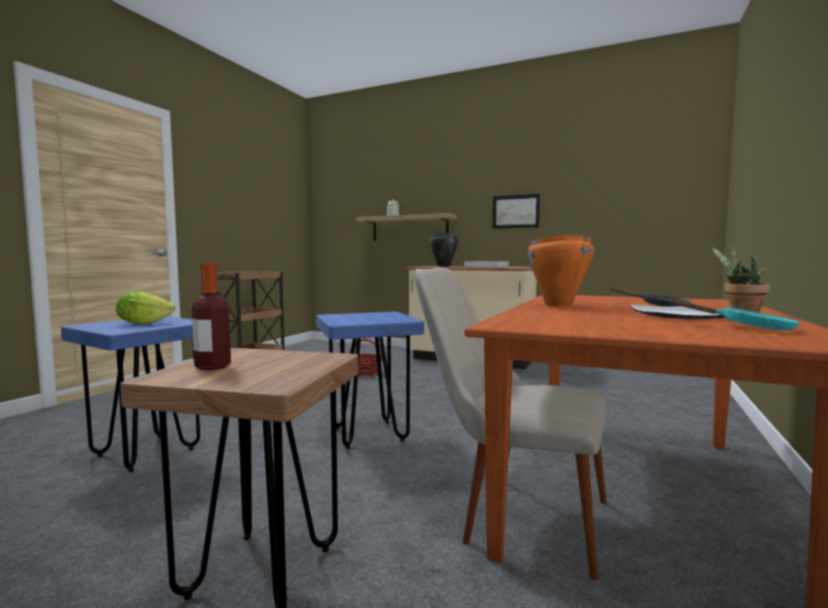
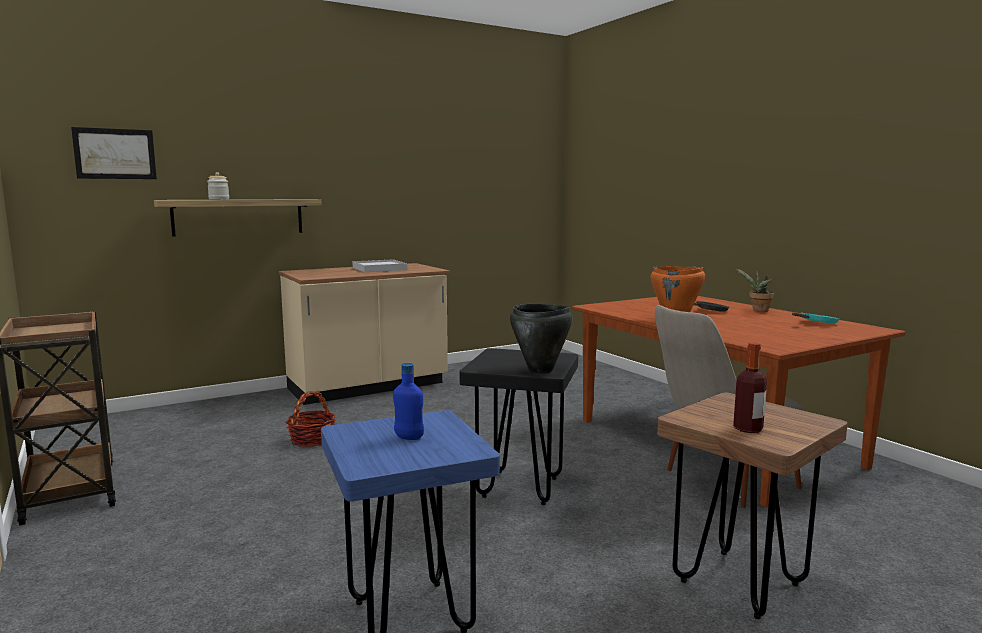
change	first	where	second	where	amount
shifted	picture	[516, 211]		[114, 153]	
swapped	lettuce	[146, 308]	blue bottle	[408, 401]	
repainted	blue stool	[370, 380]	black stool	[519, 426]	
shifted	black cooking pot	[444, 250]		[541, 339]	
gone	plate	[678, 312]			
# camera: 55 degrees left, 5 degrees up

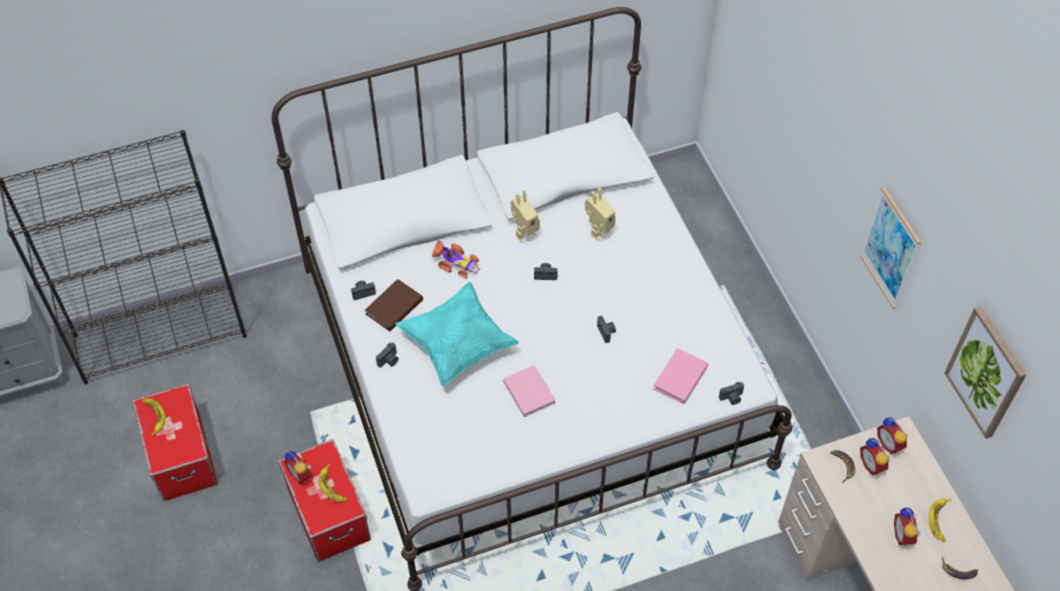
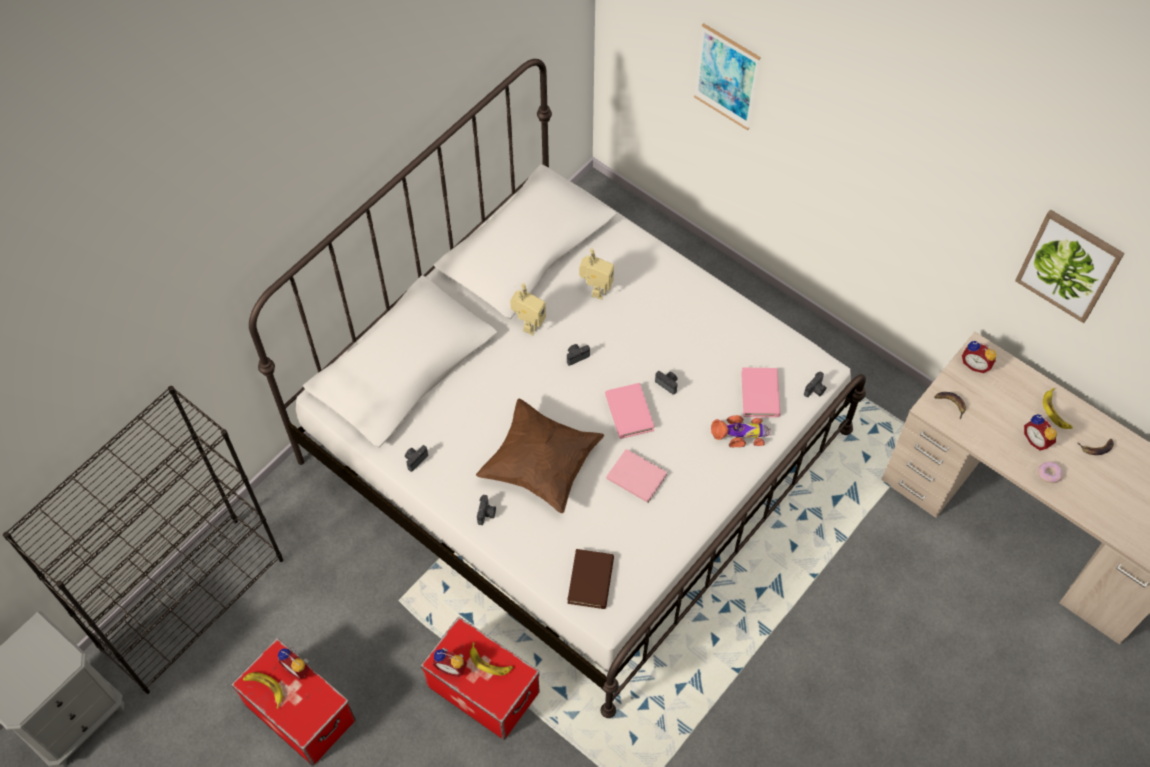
change	first	where	second	where	amount
shifted	alarm clock	[875, 456]		[293, 664]	
repainted	turquoise pillow	[457, 334]	brown pillow	[540, 455]	
shifted	brown book	[394, 305]		[590, 579]	
new			pink book	[630, 411]	
shifted	picture	[890, 248]		[727, 76]	
shifted	toy car	[456, 259]		[741, 431]	
new			donut	[1050, 472]	
# camera: 30 degrees left, 5 degrees up

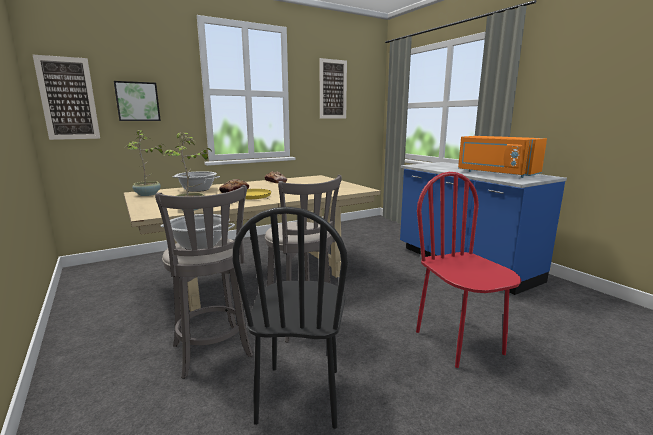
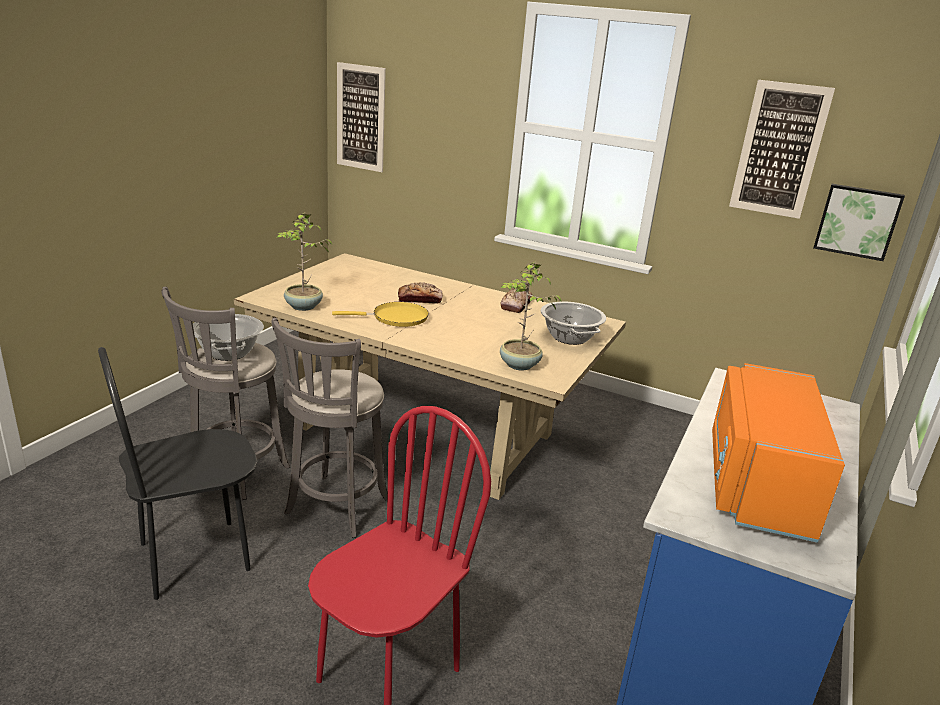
change	first	where	second	where	amount
shifted	potted plant	[145, 163]		[530, 316]	
shifted	cooking pot	[196, 181]		[573, 323]	
shifted	picture	[137, 101]		[859, 222]	
# camera: 55 degrees right, 10 degrees up

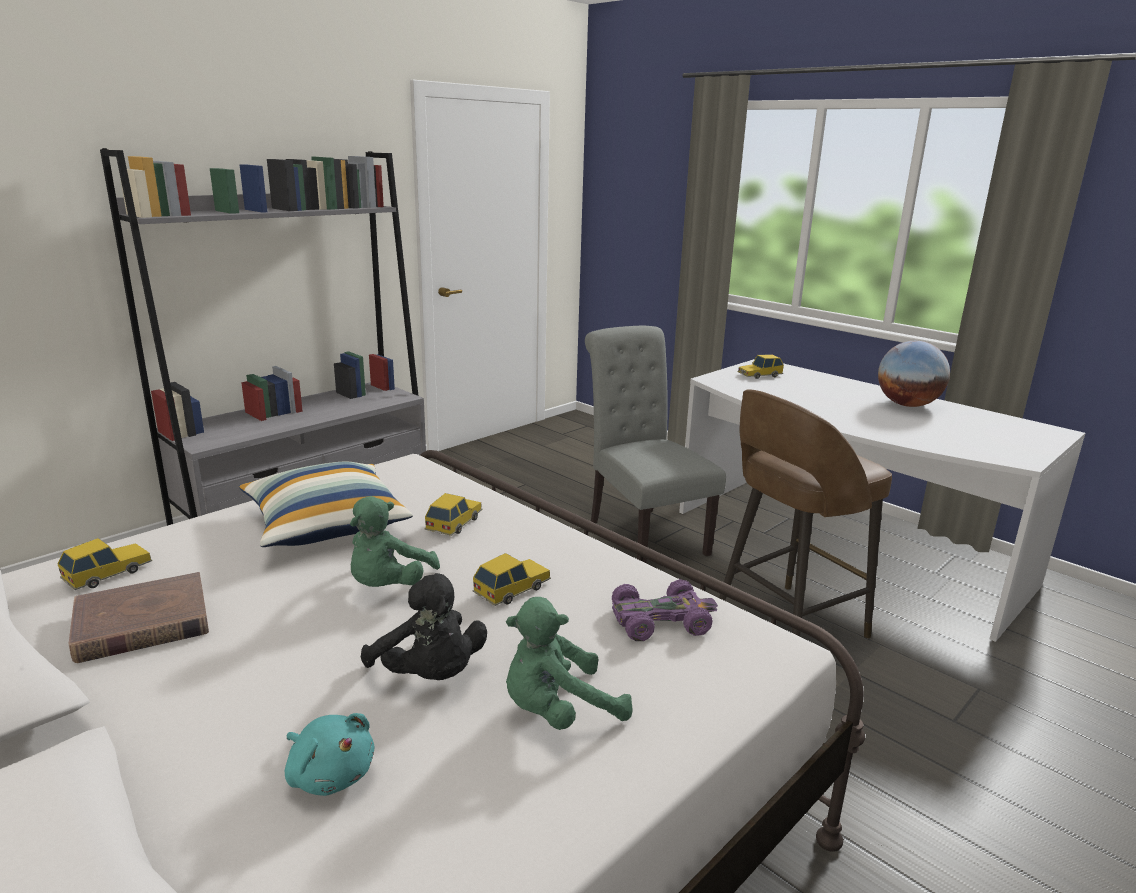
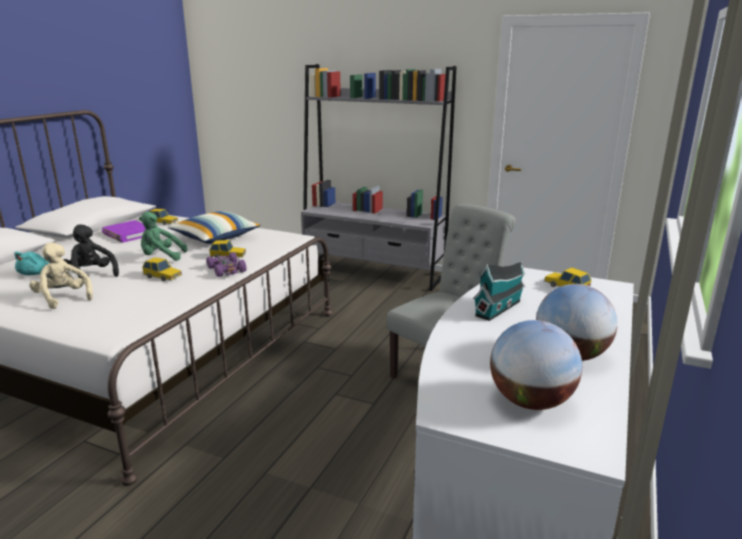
change	first	where	second	where	amount
repainted	green plush toy	[569, 663]	beige plush toy	[61, 275]	
rotated	black plush toy	[424, 626]		[91, 251]	105 degrees clockwise
repainted	brown book	[139, 617]	purple book	[124, 231]	
shifted	purple toy car	[665, 610]		[226, 264]	
new			toy house	[499, 291]	
new			globe	[536, 365]	
gone	brown stool	[805, 514]			
# camera: 70 degrees right, 0 degrees up

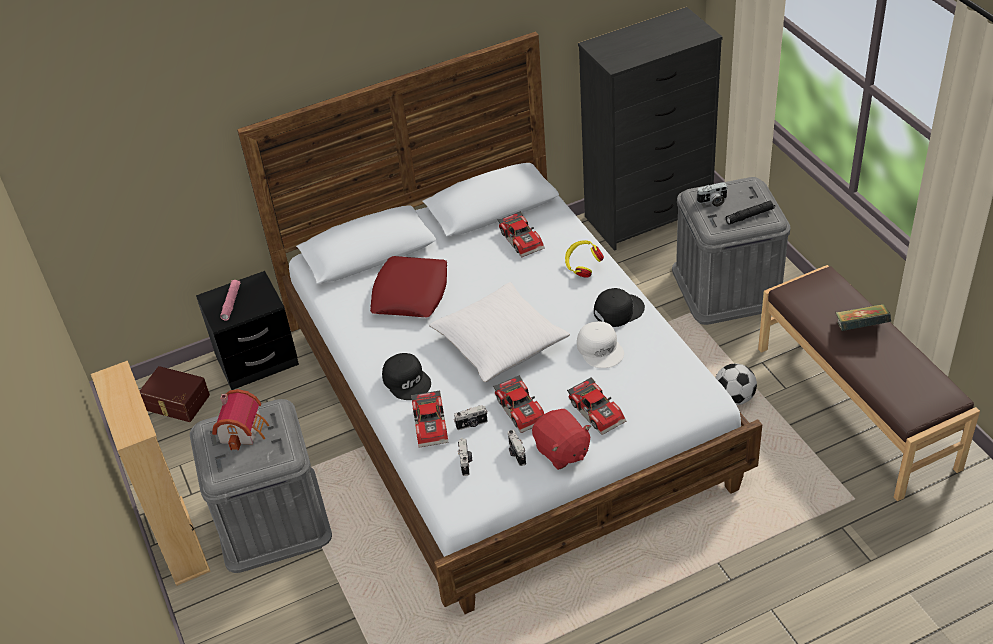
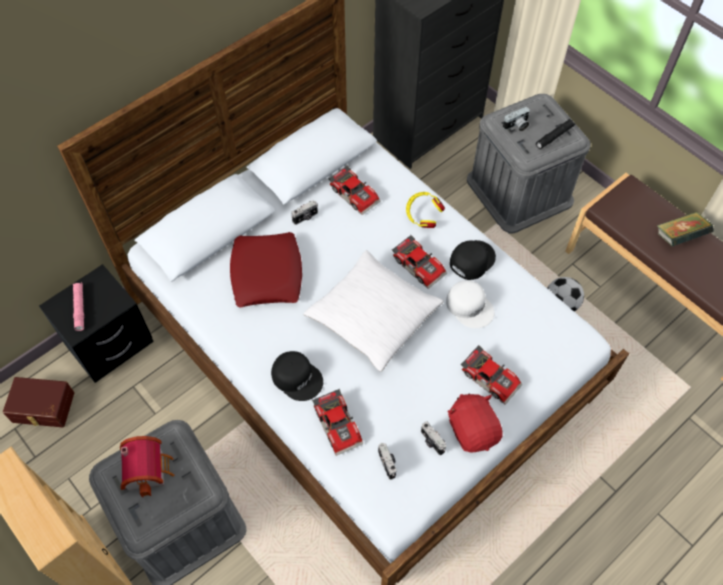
change	first	where	second	where	amount
shifted	photo camera	[470, 417]		[304, 212]	
shifted	toy car	[518, 404]		[419, 262]	
rotated	red plush toy	[561, 439]		[475, 423]	150 degrees counterclockwise
# camera: 20 degrees left, 15 degrees up

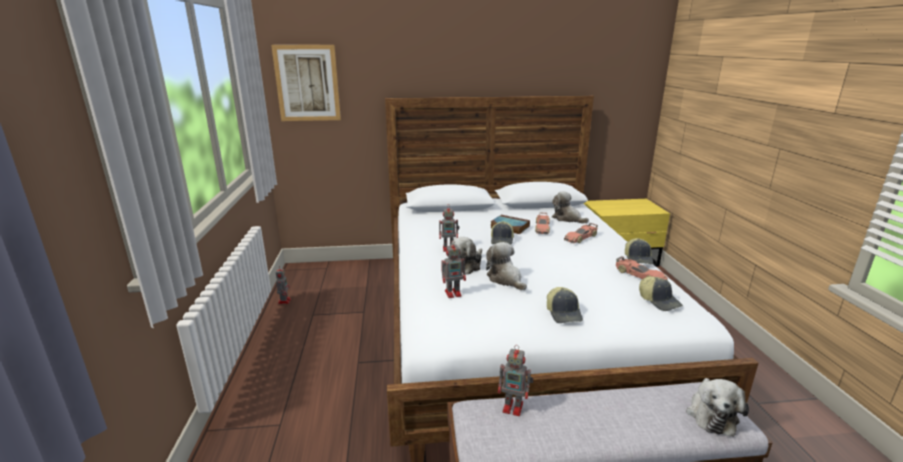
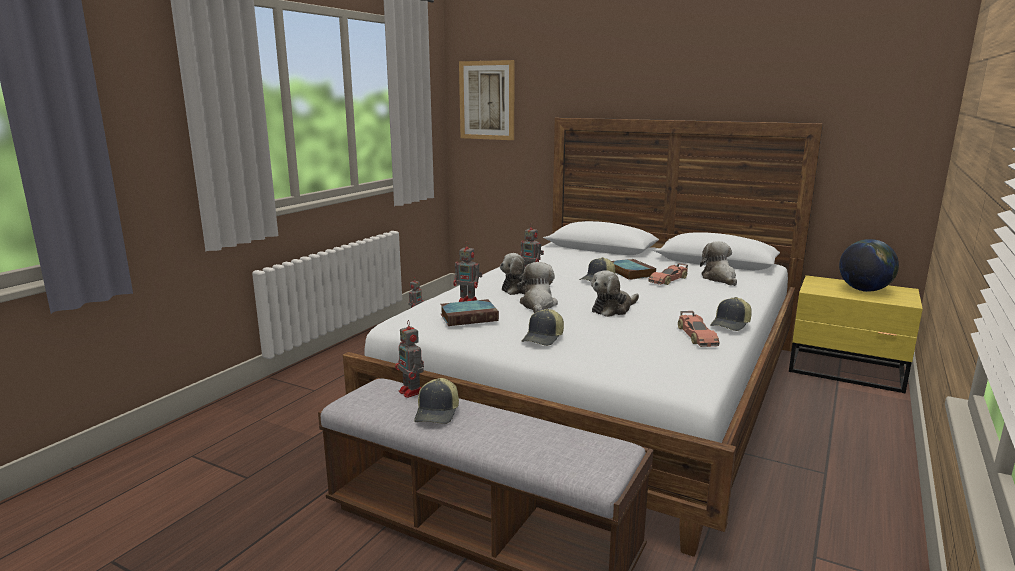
change	first	where	second	where	amount
shifted	cap	[661, 294]		[436, 401]	
new			book	[469, 312]	
shifted	plush toy	[717, 407]		[615, 293]	
new			globe	[869, 265]	
gone	toy car	[581, 233]			
# camera: 35 degrees right, 5 degrees down

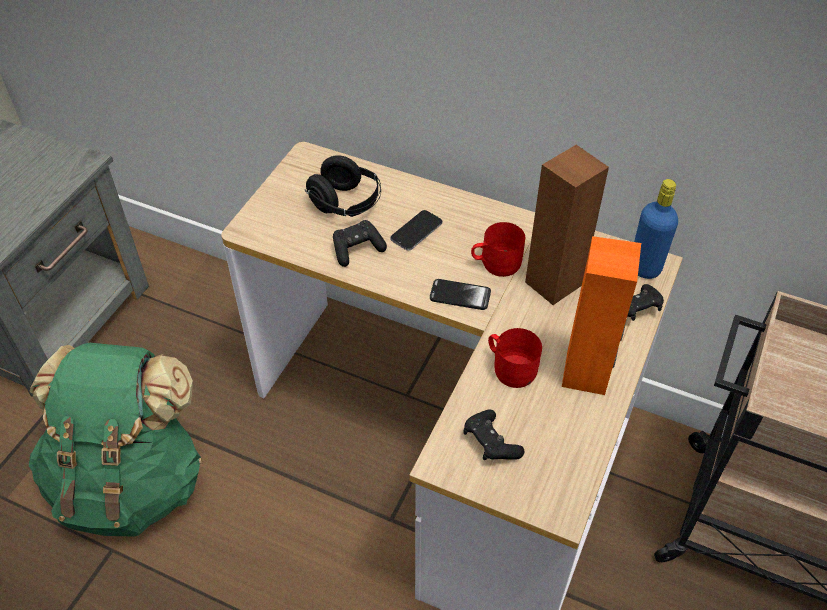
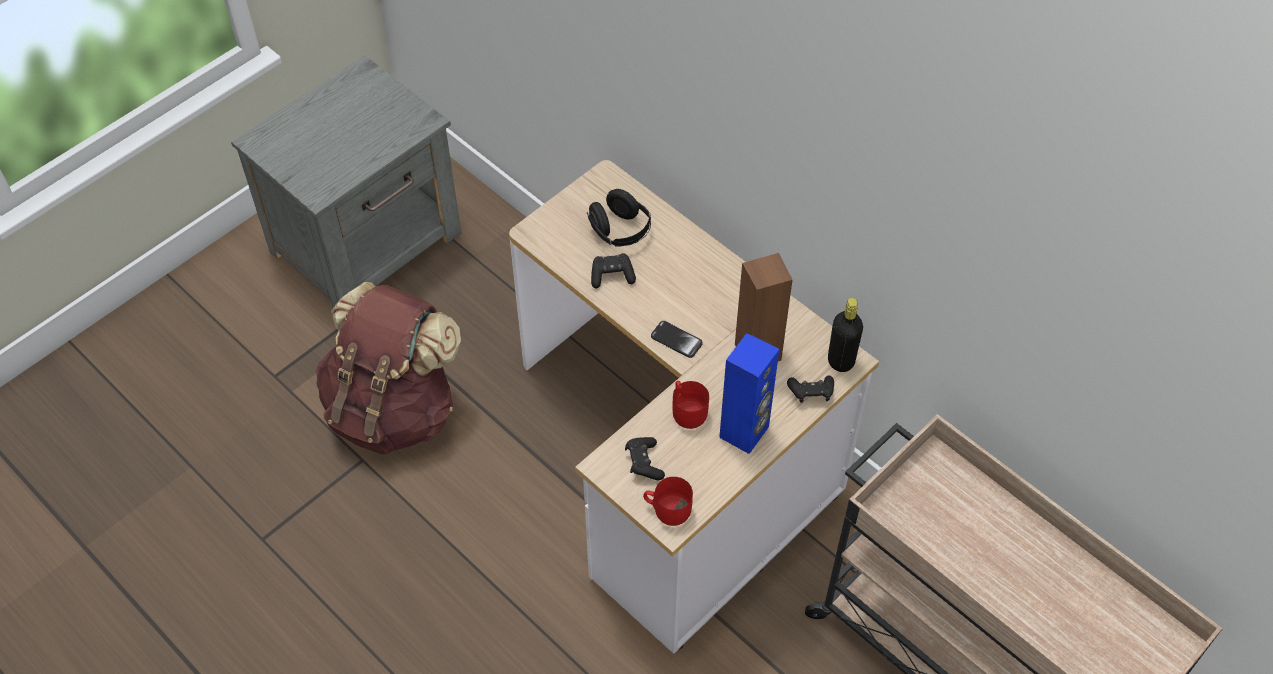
change	first	where	second	where	amount
repainted	green backpack	[116, 440]	brown backpack	[388, 368]	
shifted	red mug	[498, 249]		[668, 501]	
repainted	orange speaker	[601, 315]	blue speaker	[749, 393]	
repainted	blue bottle	[656, 229]	black bottle	[845, 335]	
gone	phone	[416, 230]			
# camera: 20 degrees right, 5 degrees up

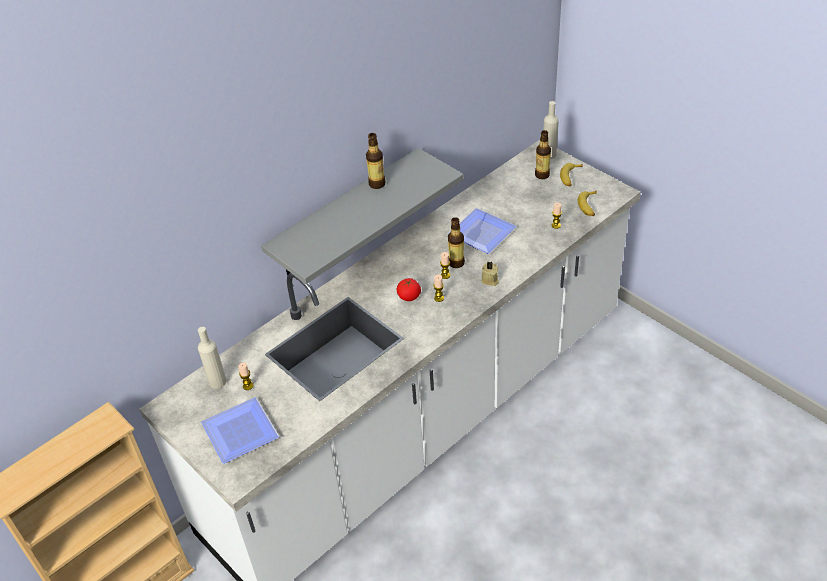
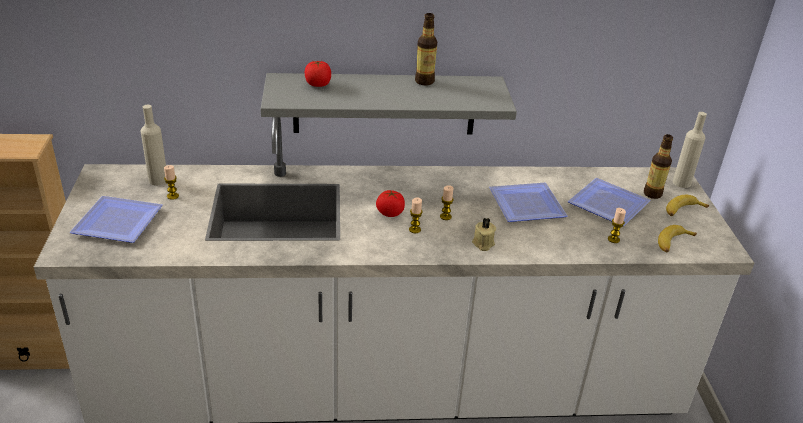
change	first	where	second	where	amount
new			tomato	[318, 74]	
new			plate	[609, 202]	
gone	bottle	[456, 242]			
# camera: 35 degrees right, 10 degrees down

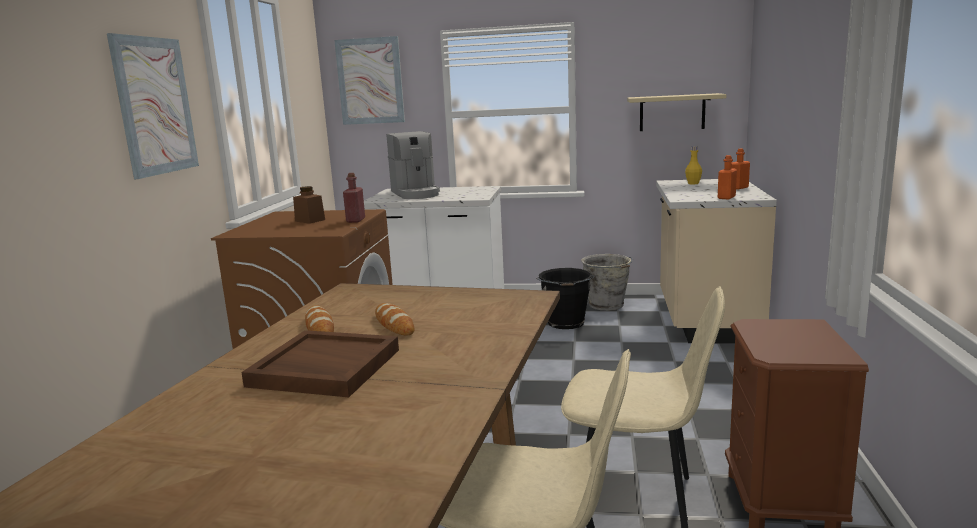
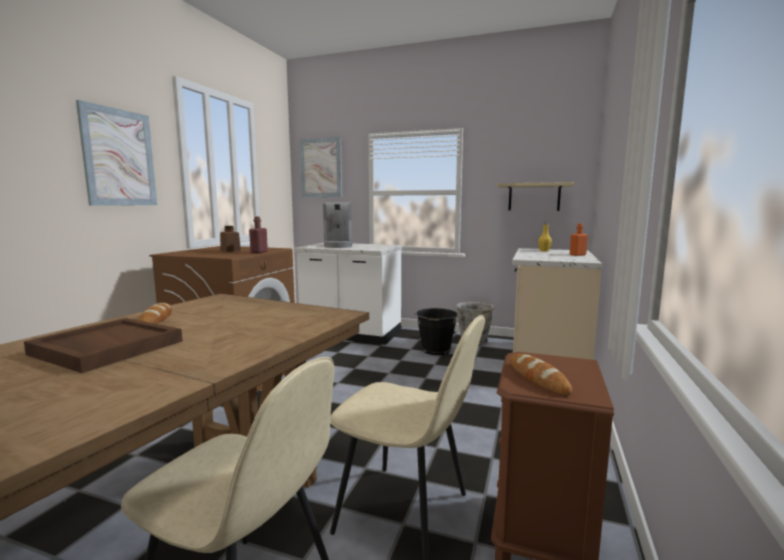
change	first	where	second	where	amount
shifted	bread	[394, 319]		[541, 374]	
gone	orange bottle	[727, 177]			
# camera: 10 degrees right, 5 degrees down

